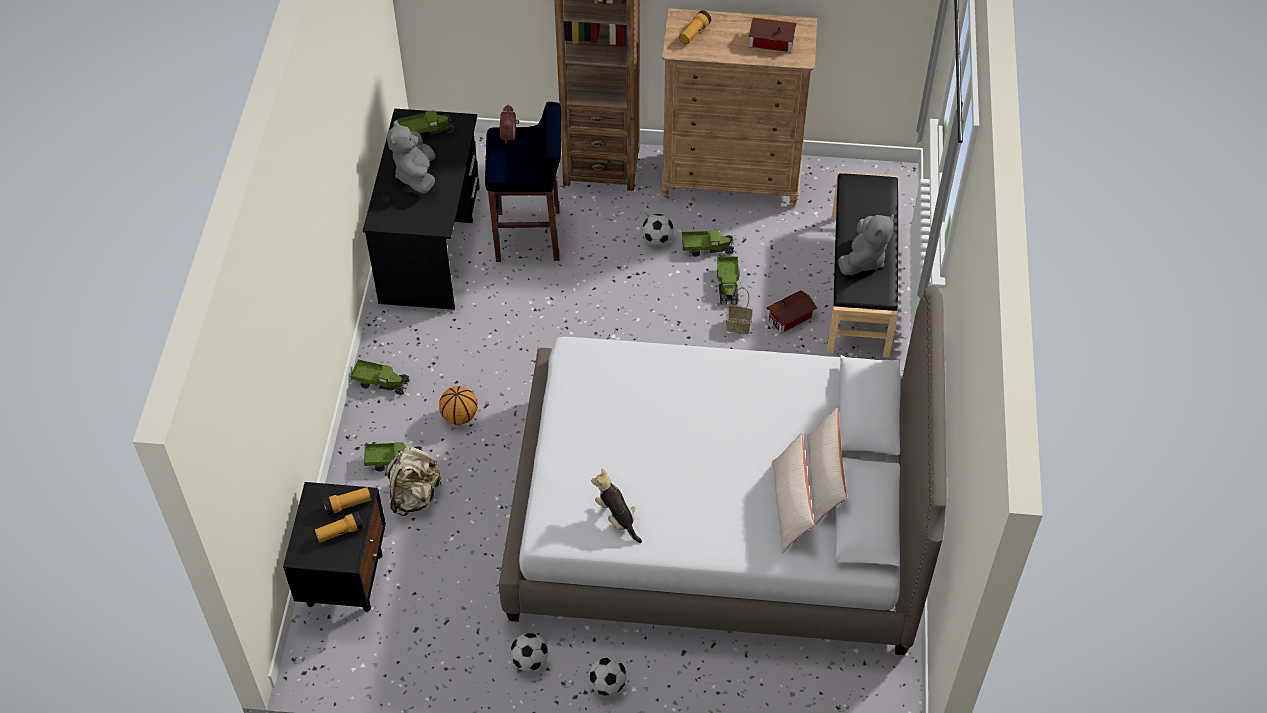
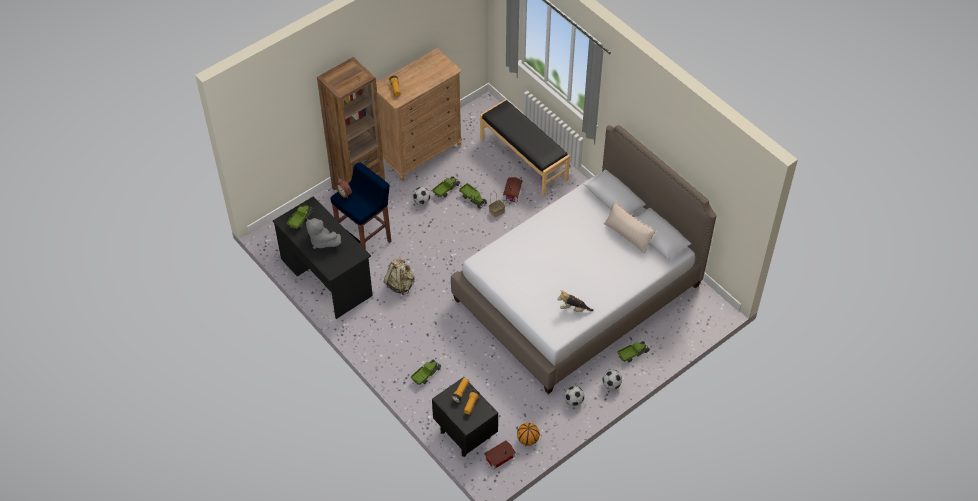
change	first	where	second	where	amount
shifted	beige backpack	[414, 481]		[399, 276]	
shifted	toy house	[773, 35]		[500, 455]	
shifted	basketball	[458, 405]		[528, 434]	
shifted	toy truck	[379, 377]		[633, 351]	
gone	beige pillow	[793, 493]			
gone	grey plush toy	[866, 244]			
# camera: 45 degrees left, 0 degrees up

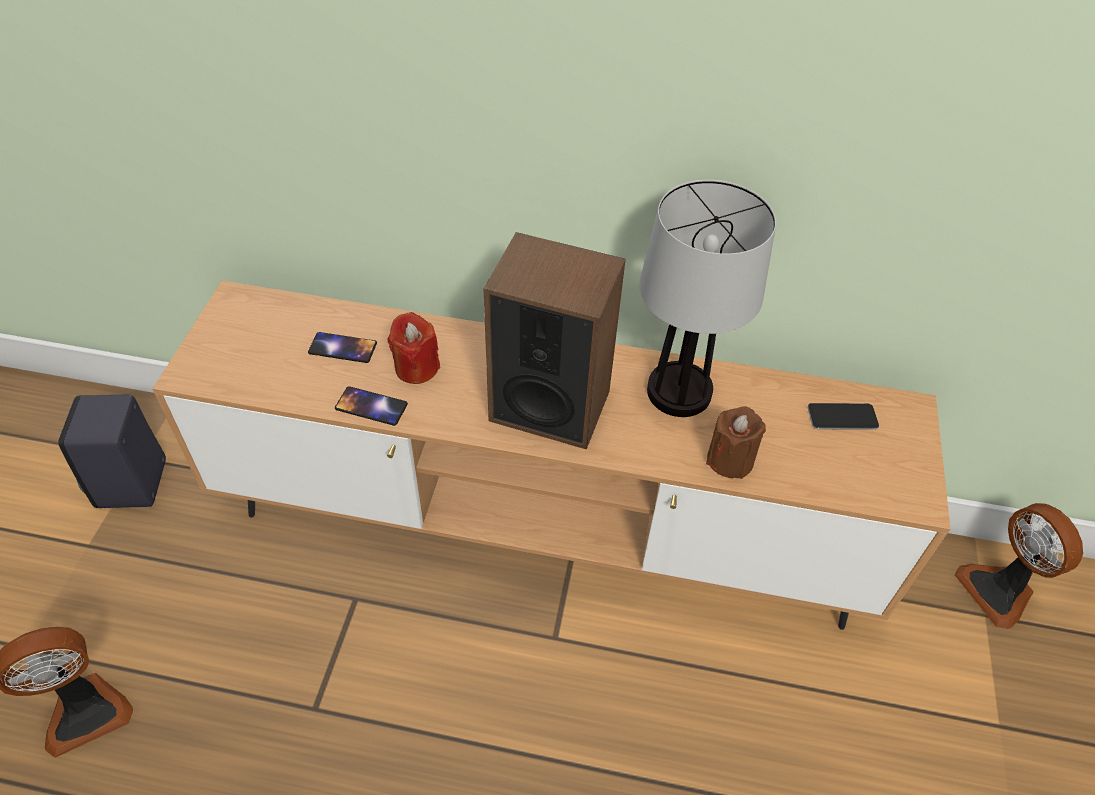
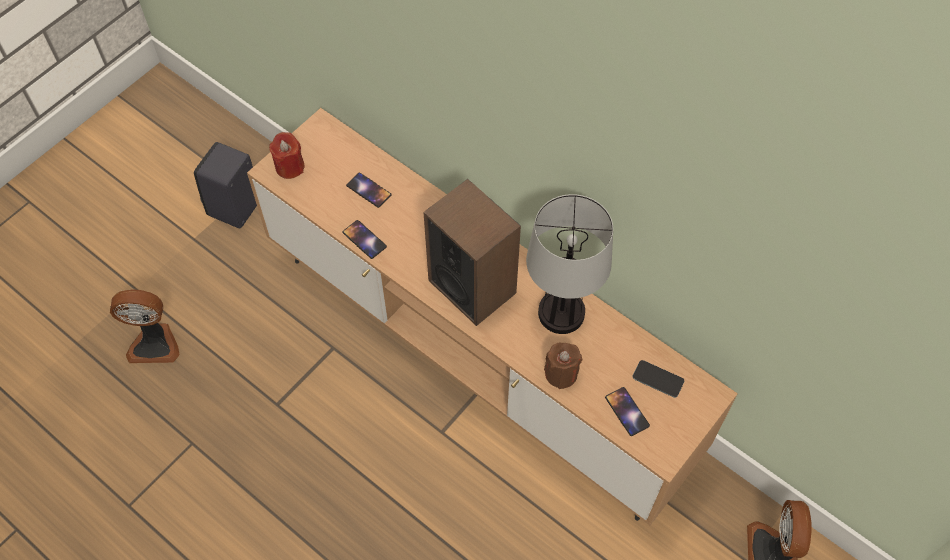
change	first	where	second	where	amount
shifted	red candle	[413, 348]		[286, 155]	
new			phone	[627, 411]	
# camera: 30 degrees right, 10 degrees up

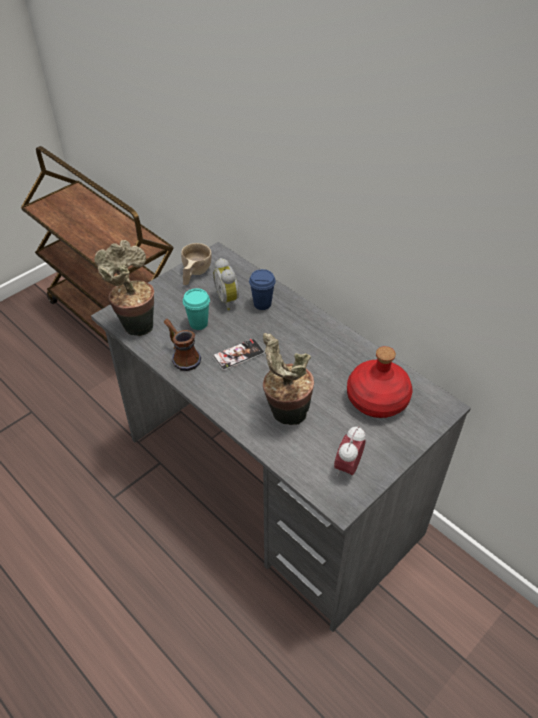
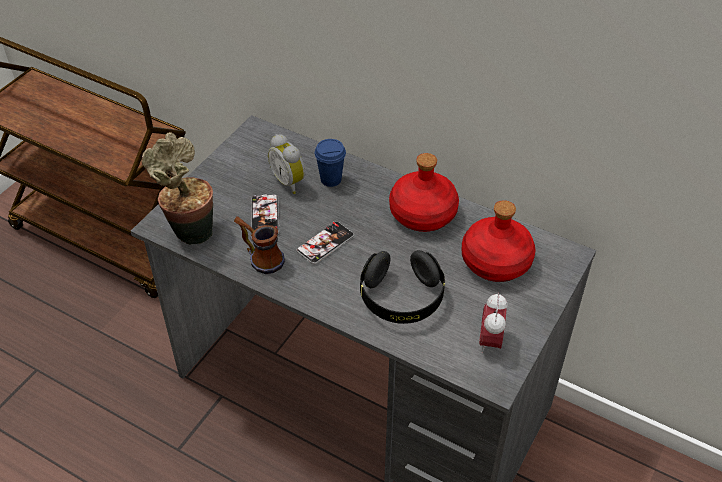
change	first	where	second	where	amount
swapped	turquoise cup	[196, 309]	phone	[265, 214]	
swapped	potted plant	[288, 379]	black headphones	[402, 287]	
new			red bottle	[424, 192]	
gone	beige cup	[196, 264]			
# camera: 15 degrees left, 0 degrees up

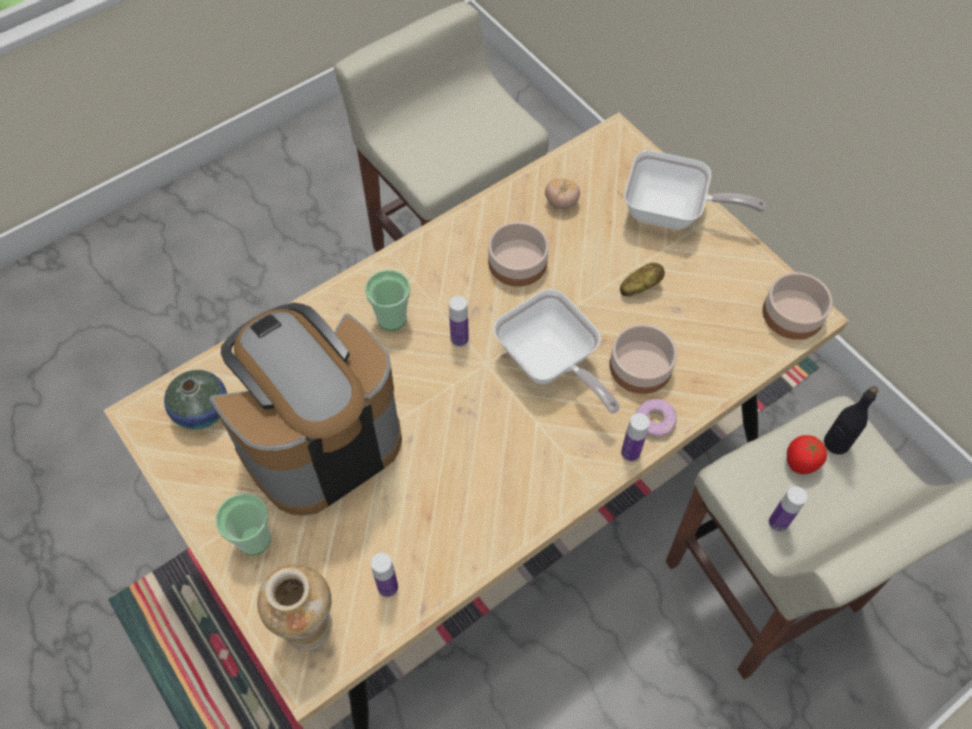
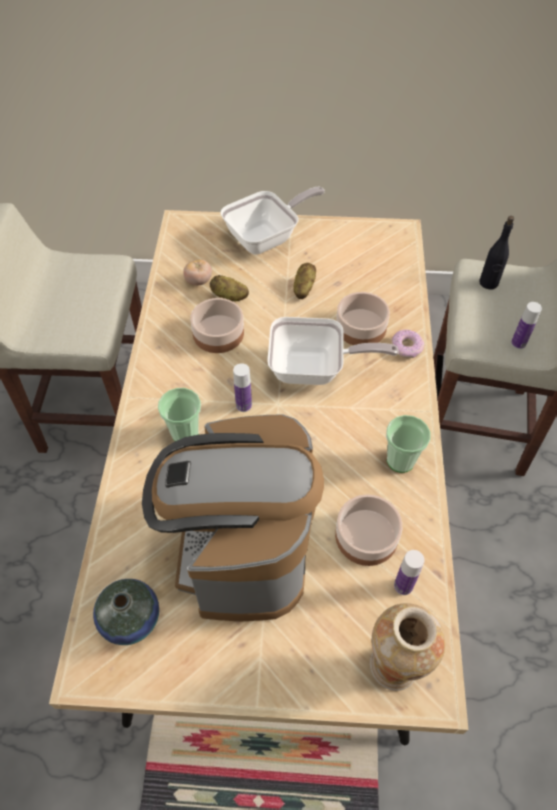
change	first	where	second	where	amount
new			potato	[229, 288]	
shifted	bowl	[797, 306]		[368, 530]	
shifted	cup	[243, 524]		[408, 444]	
gone	bottle	[635, 437]			
gone	tomato	[807, 454]			
# camera: 50 degrees left, 5 degrees down

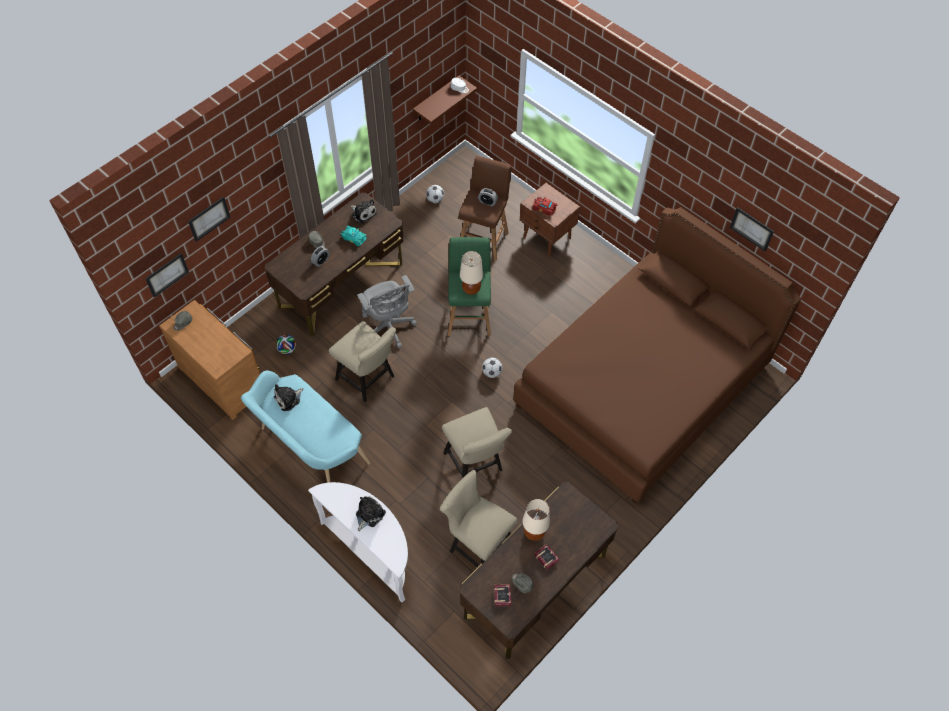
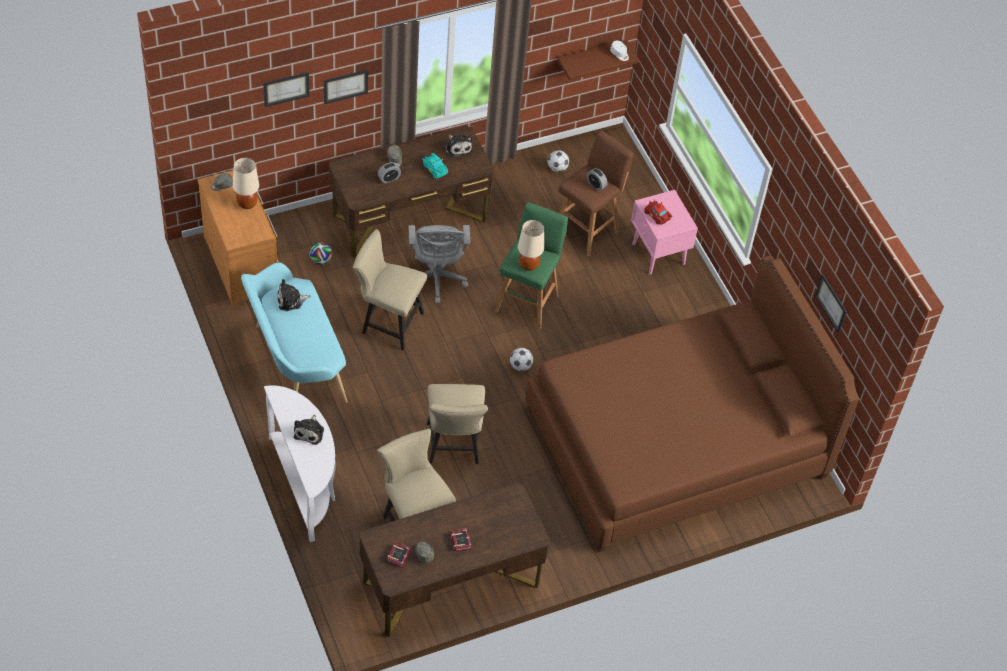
change	first	where	second	where	amount
shifted	beige table lamp	[536, 520]		[246, 183]	
rotated	plush toy	[371, 513]		[309, 430]	135 degrees clockwise
shifted	picture	[167, 275]		[346, 87]	
rotated	beige chair	[362, 361]		[390, 290]	135 degrees clockwise
repainted	brown nightstand	[550, 220]	pink nightstand	[664, 232]	
# camera: 20 degrees right, 5 degrees down

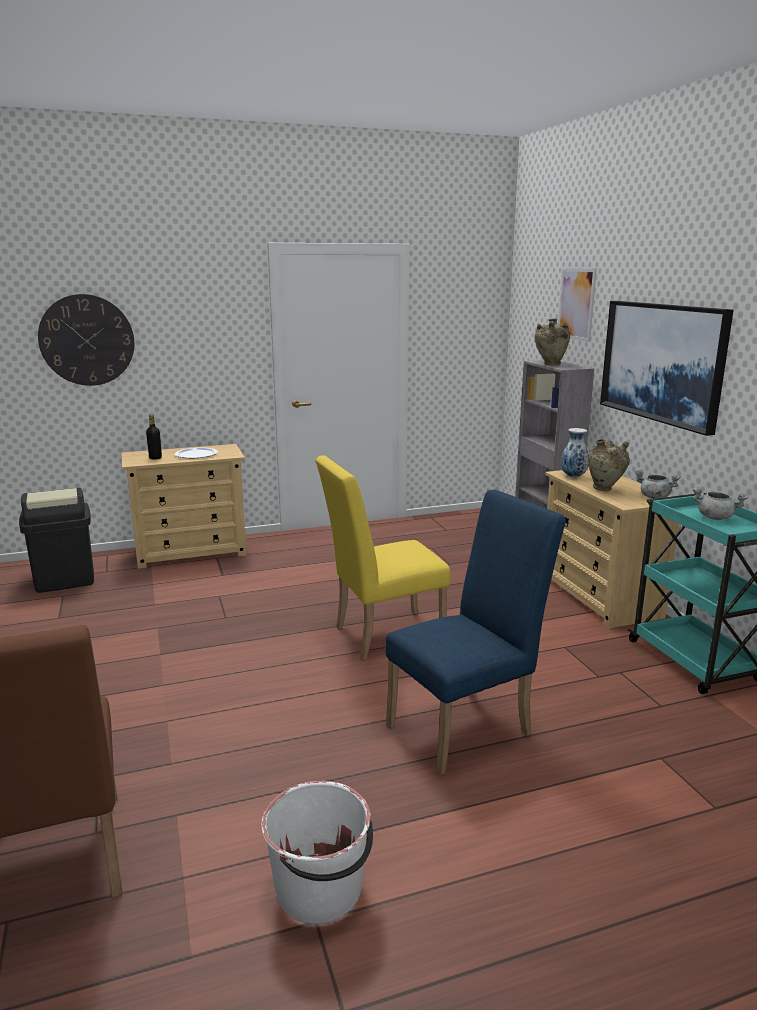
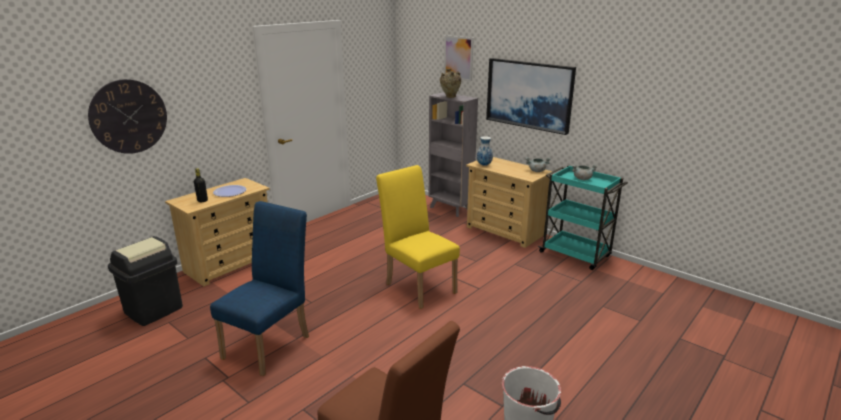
change	first	where	second	where	amount
shifted	blue chair	[475, 633]		[259, 288]	
rotated	yellow chair	[382, 558]		[418, 237]	105 degrees clockwise
gone	beige vase	[609, 465]			
# camera: 30 degrees left, 5 degrees up

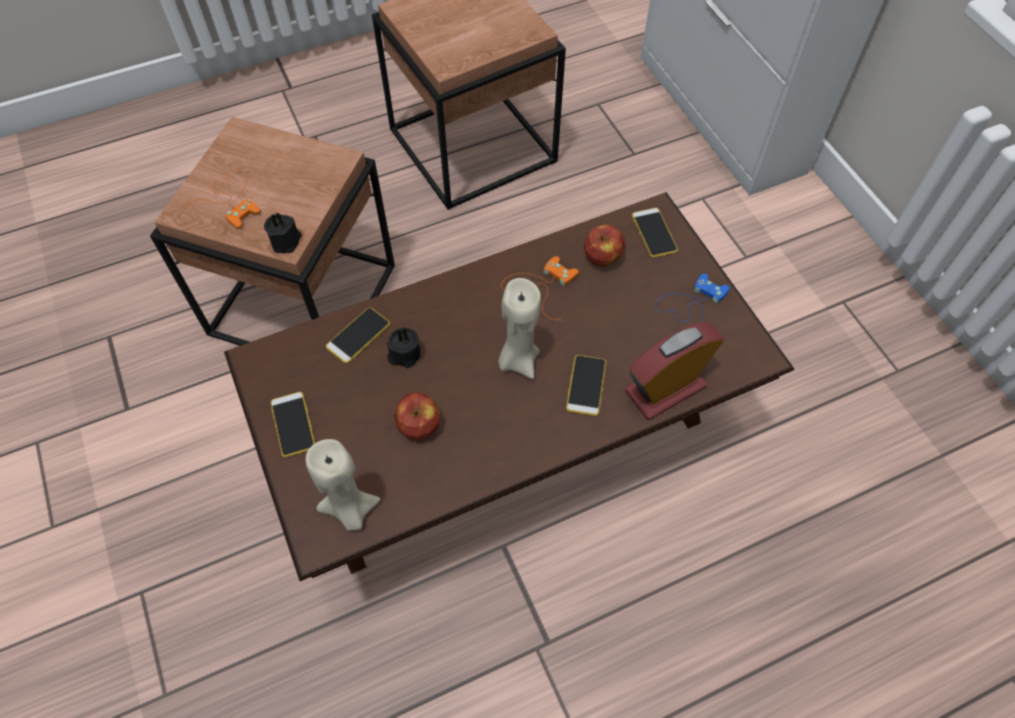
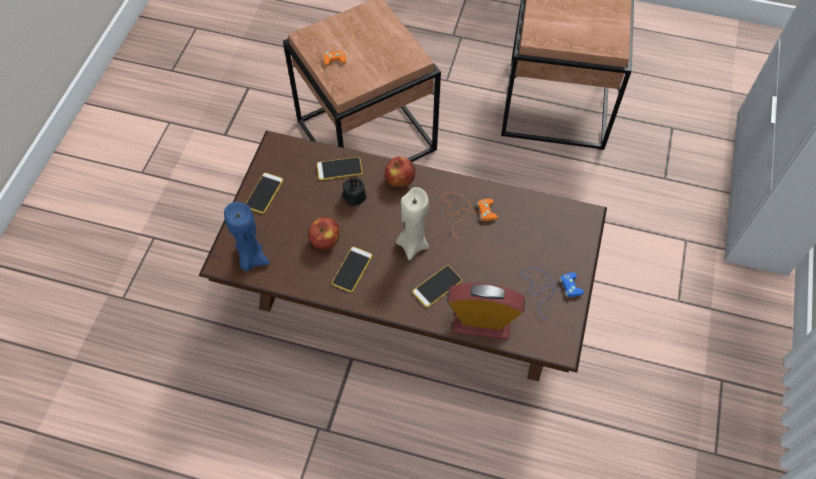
change	first	where	second	where	amount
repainted	beige candle	[342, 485]	blue candle	[247, 236]	
shifted	phone	[655, 233]		[352, 269]	
shifted	apple	[605, 245]		[400, 171]	
gone	black candle	[283, 232]			
# camera: 40 degrees right, 0 degrees up

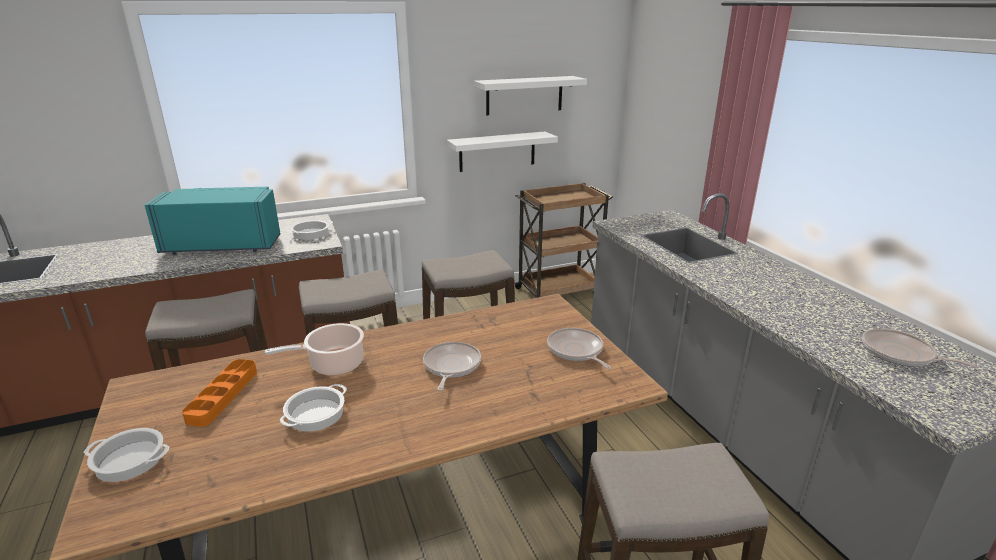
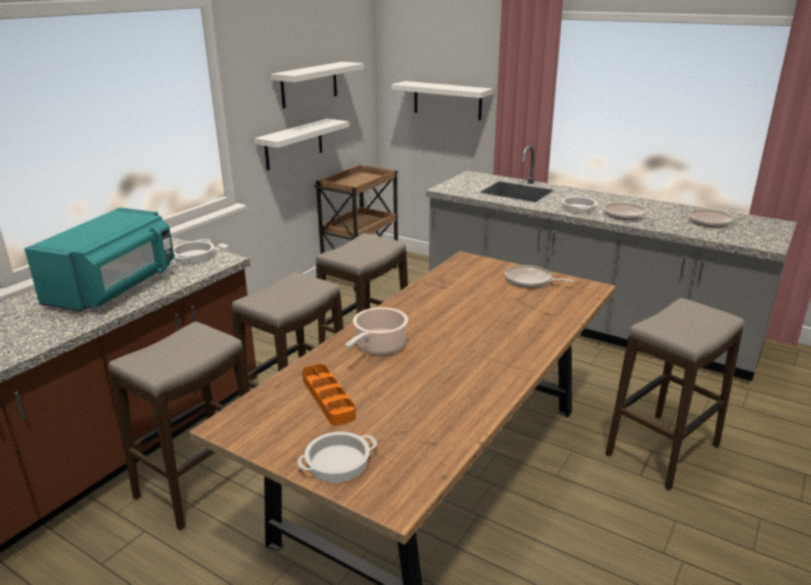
change	first	where	second	where	amount
rotated	turquoise microwave	[212, 221]		[99, 259]	150 degrees clockwise
new			white shelf	[442, 100]	
shifted	cooking pot	[313, 408]		[580, 204]	
shifted	frying pan	[452, 366]		[630, 211]	
# camera: 35 degrees left, 0 degrees up

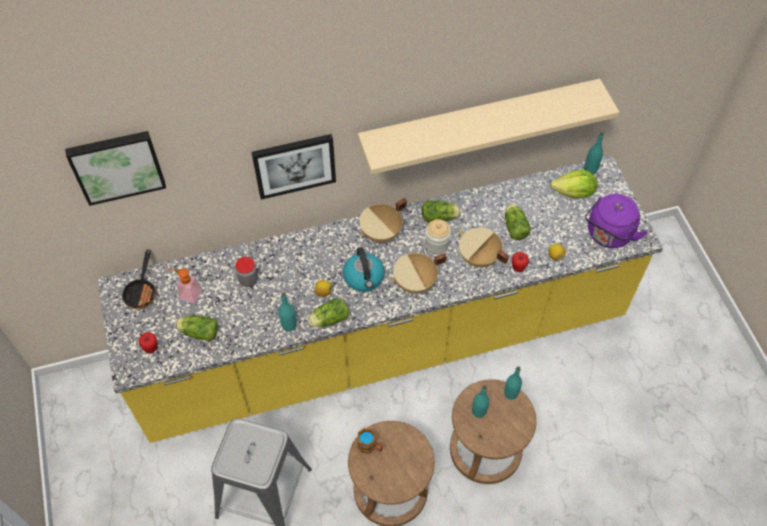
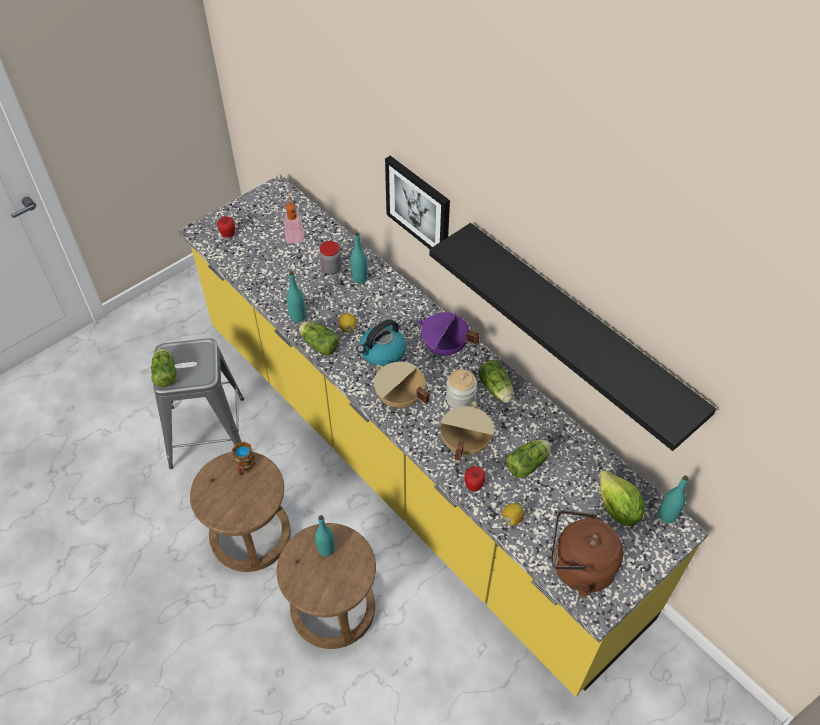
change	first	where	second	where	amount
shifted	lettuce	[196, 328]		[163, 367]	
shifted	turquoise bottle	[513, 383]		[359, 258]	
repainted	beige cooking pot	[383, 220]	purple cooking pot	[448, 334]	
repainted	beige shelf	[488, 127]	black shelf	[572, 337]	
repainted	purple kettle	[616, 221]	brown kettle	[587, 553]	
gone	picture	[115, 168]			
gone	frying pan	[138, 280]			
# camera: 65 degrees right, 5 degrees down

